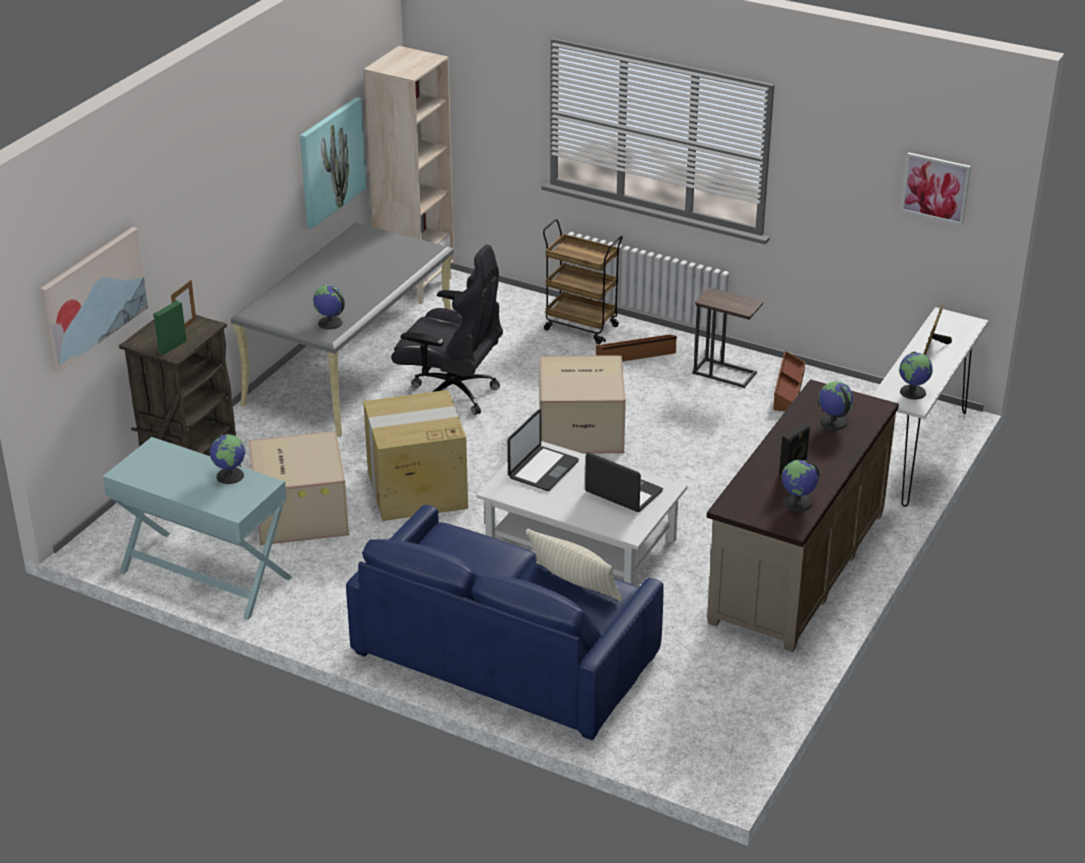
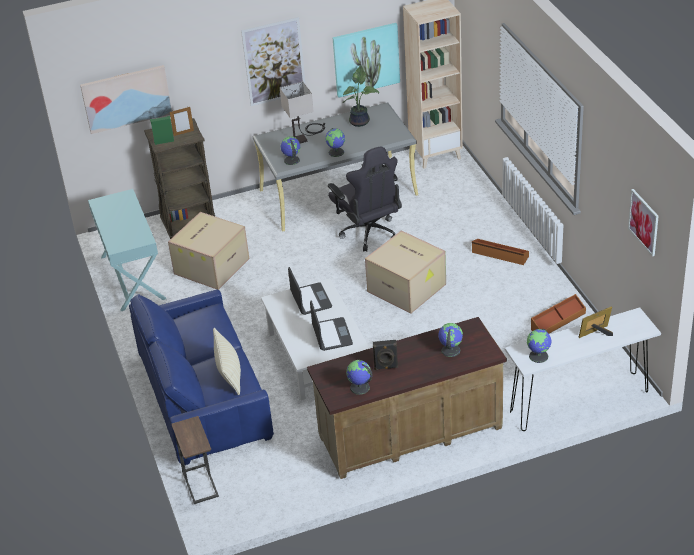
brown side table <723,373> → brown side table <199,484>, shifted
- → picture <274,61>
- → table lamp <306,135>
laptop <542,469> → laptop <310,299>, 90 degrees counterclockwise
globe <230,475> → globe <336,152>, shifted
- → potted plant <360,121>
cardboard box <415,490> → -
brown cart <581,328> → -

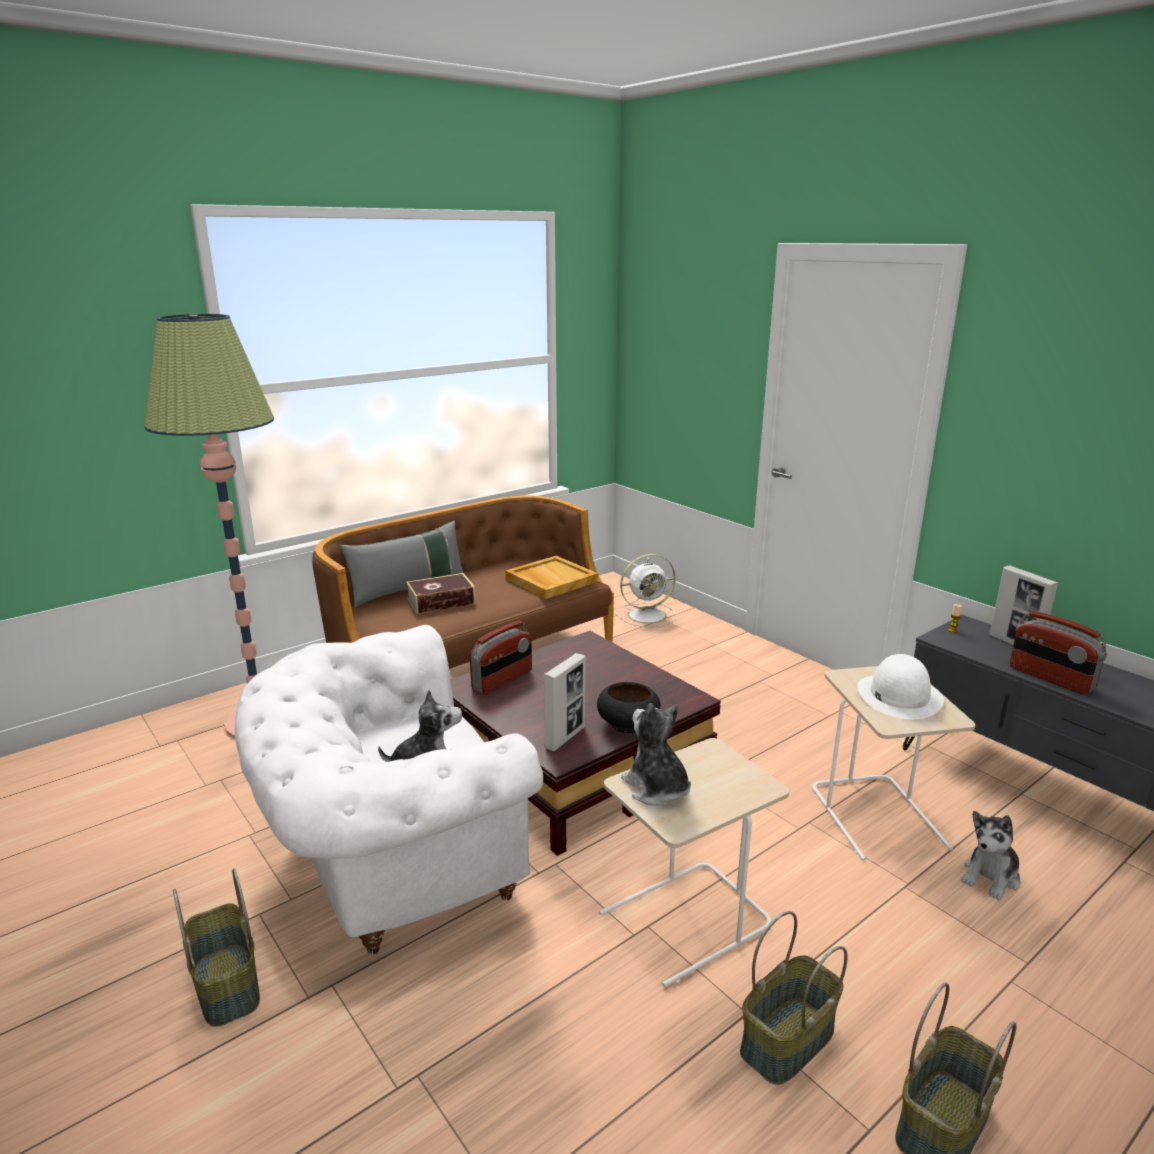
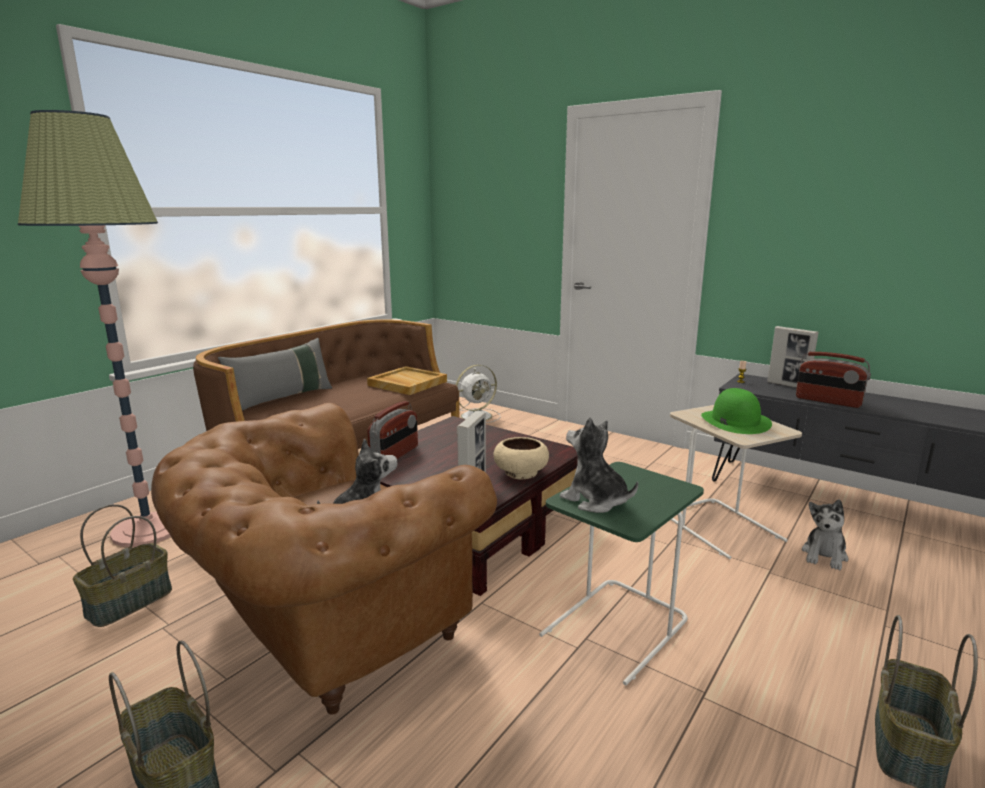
basket <788,1042> → basket <129,603>, shifted
white armchair <389,865> → brown armchair <322,630>
black bowl <627,724> → beige bowl <520,473>
beige side table <686,922> → green side table <617,629>
white hat <899,696> → green hat <735,421>
book <441,601> → -

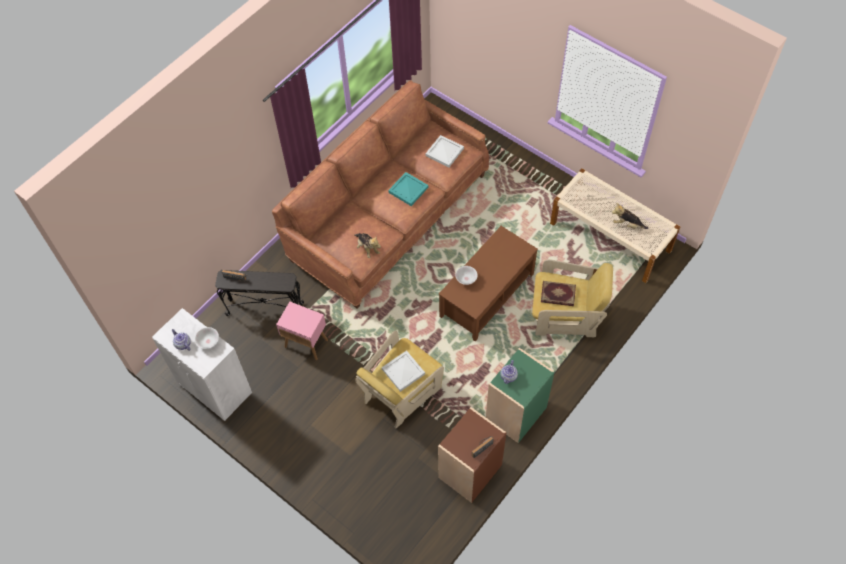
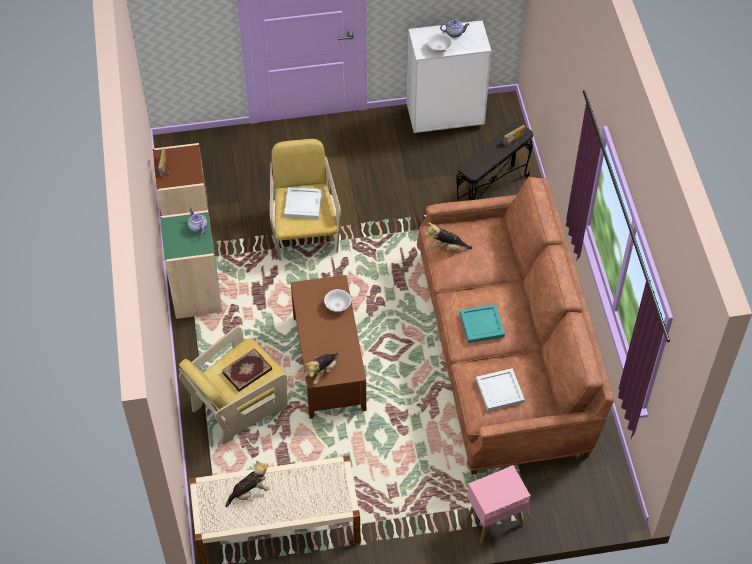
- → plush toy <322,372>
pink side table <306,343> → pink side table <494,521>, shifted

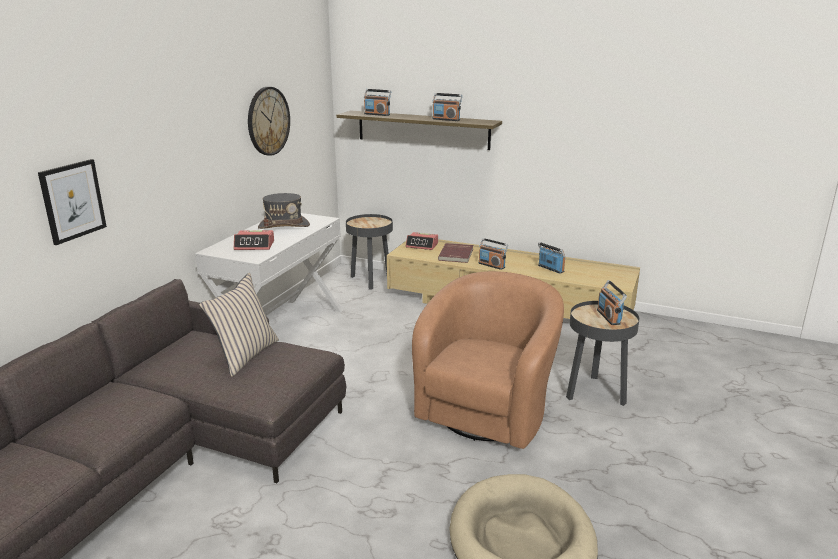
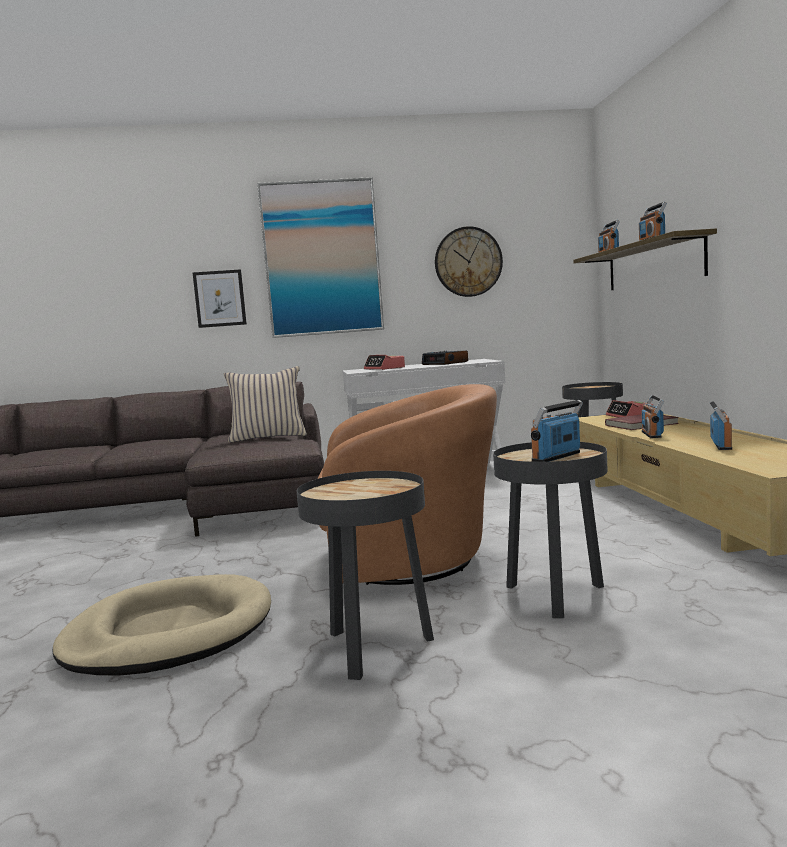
- → picture <322,258>
- → black side table <374,649>
grey hat <284,226> → alarm clock <445,363>

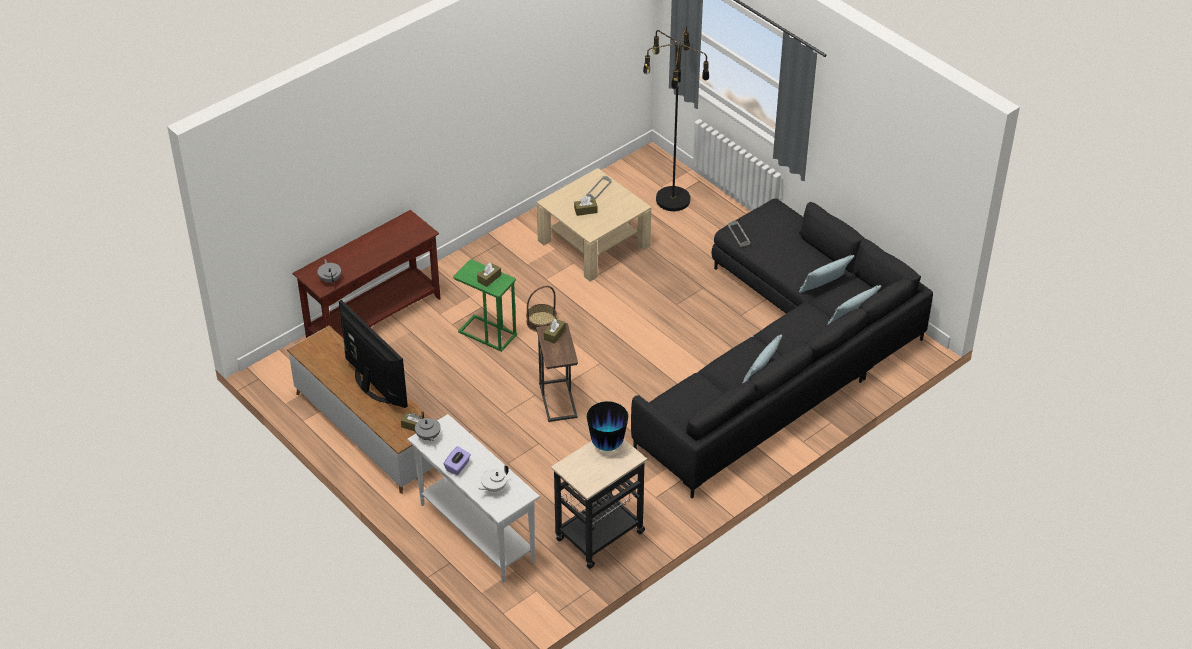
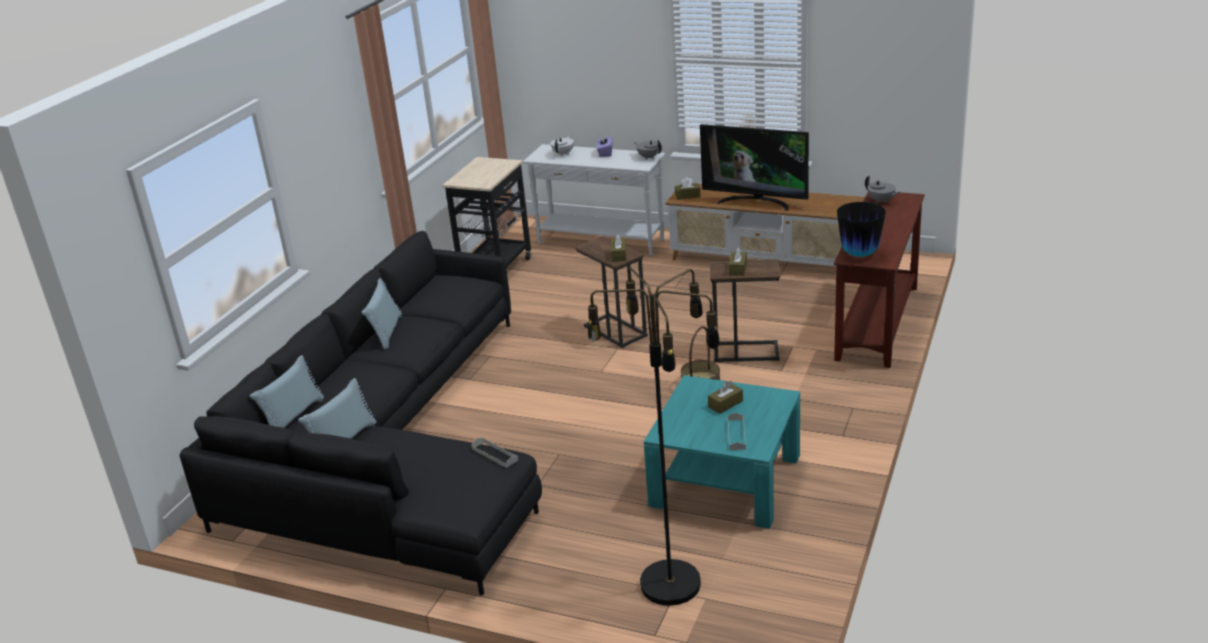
beige coffee table <594,243> → turquoise coffee table <725,480>
green side table <488,333> → brown side table <745,352>
vase <607,444> → vase <859,254>, shifted

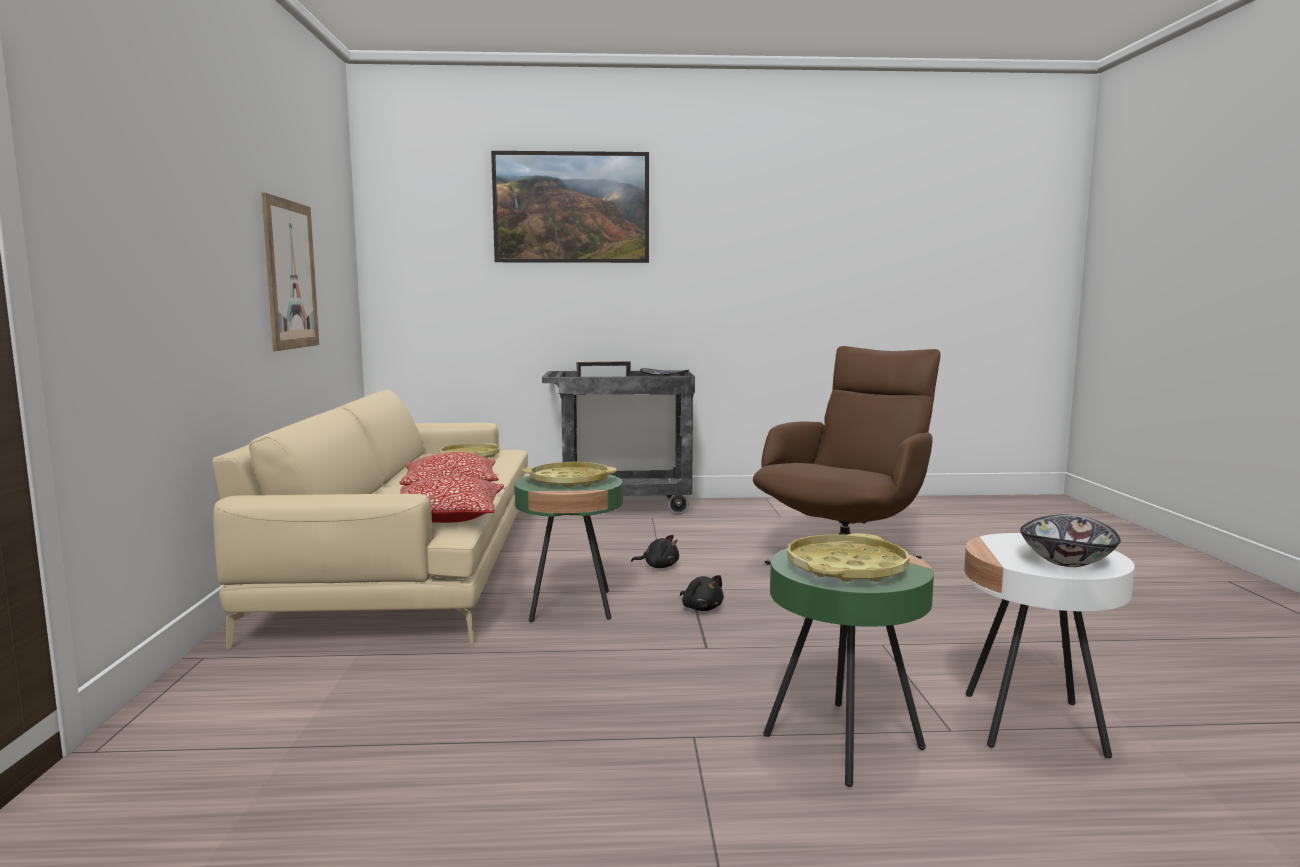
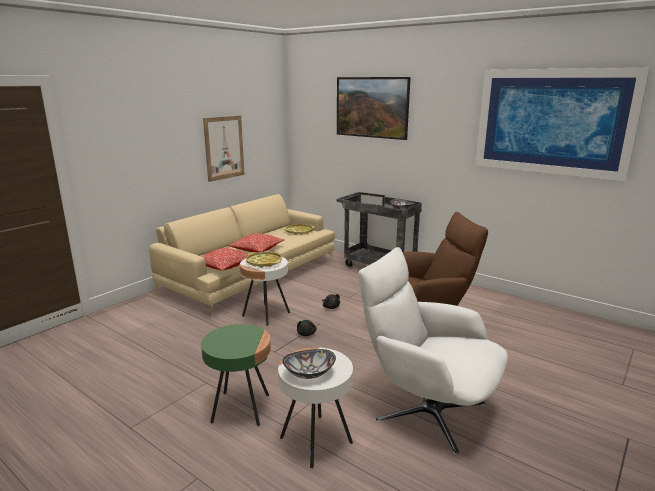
green side table <570,606> → white side table <266,314>
- → white armchair <428,410>
- → picture <553,122>
yellow tray <846,568> → -

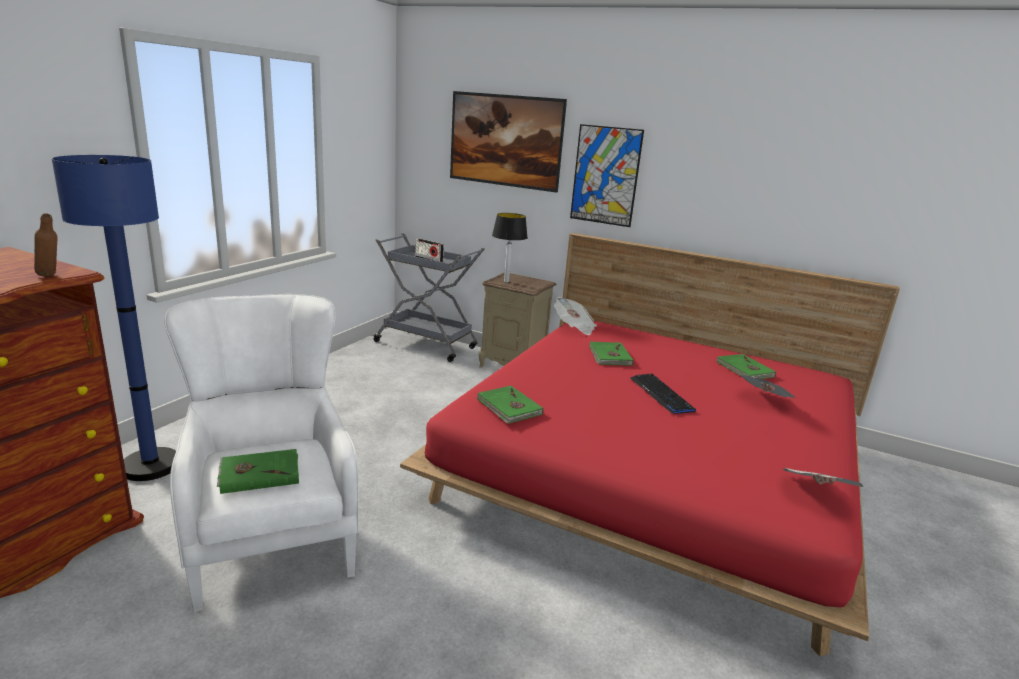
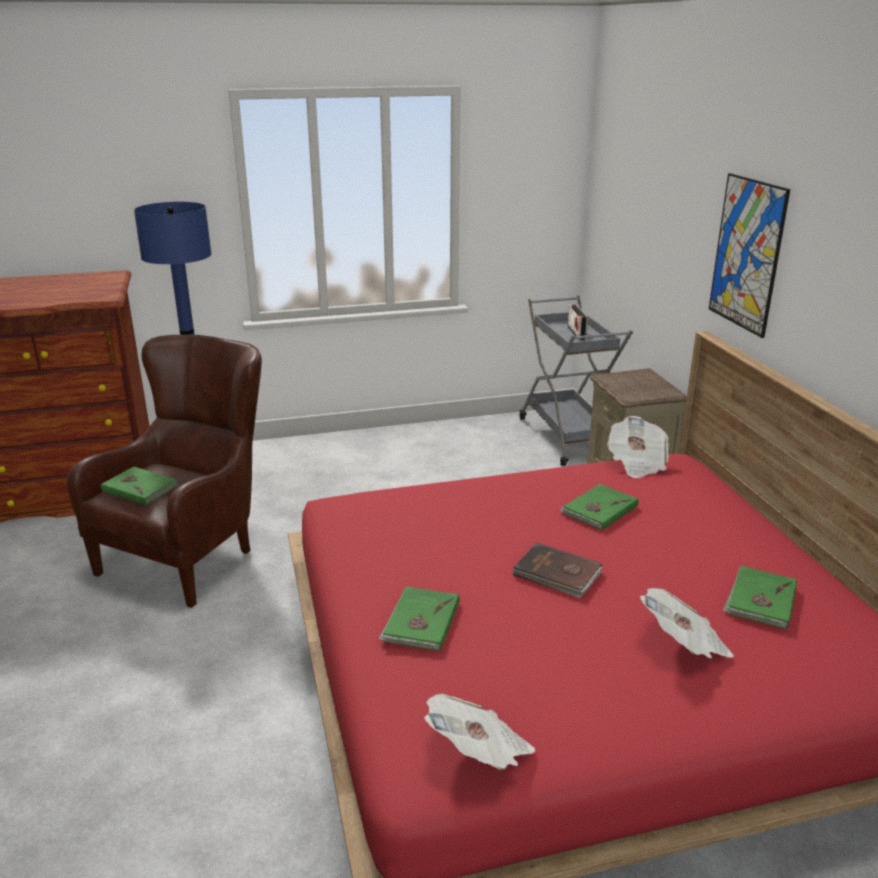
white armchair <272,536> → brown armchair <193,553>
green book <508,407> → green book <420,622>, shifted
keyboard <661,394> → brown book <557,574>
brown bottle <51,277> → -
picture <503,163> → -
table lamp <506,282> → -

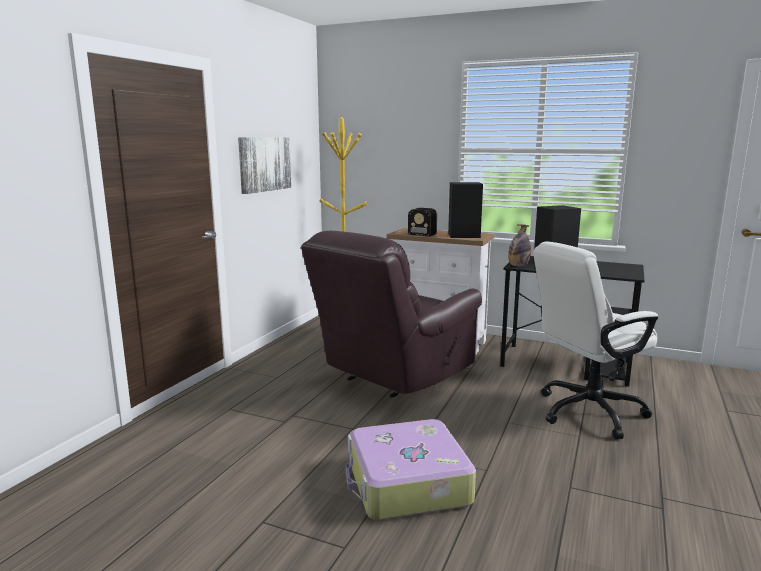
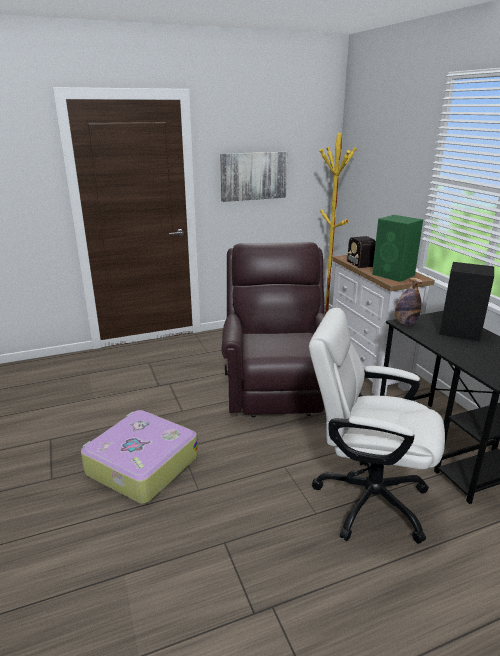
brown armchair <393,376> → brown armchair <277,385>, 90 degrees clockwise
black speaker <465,235> → green speaker <394,275>

